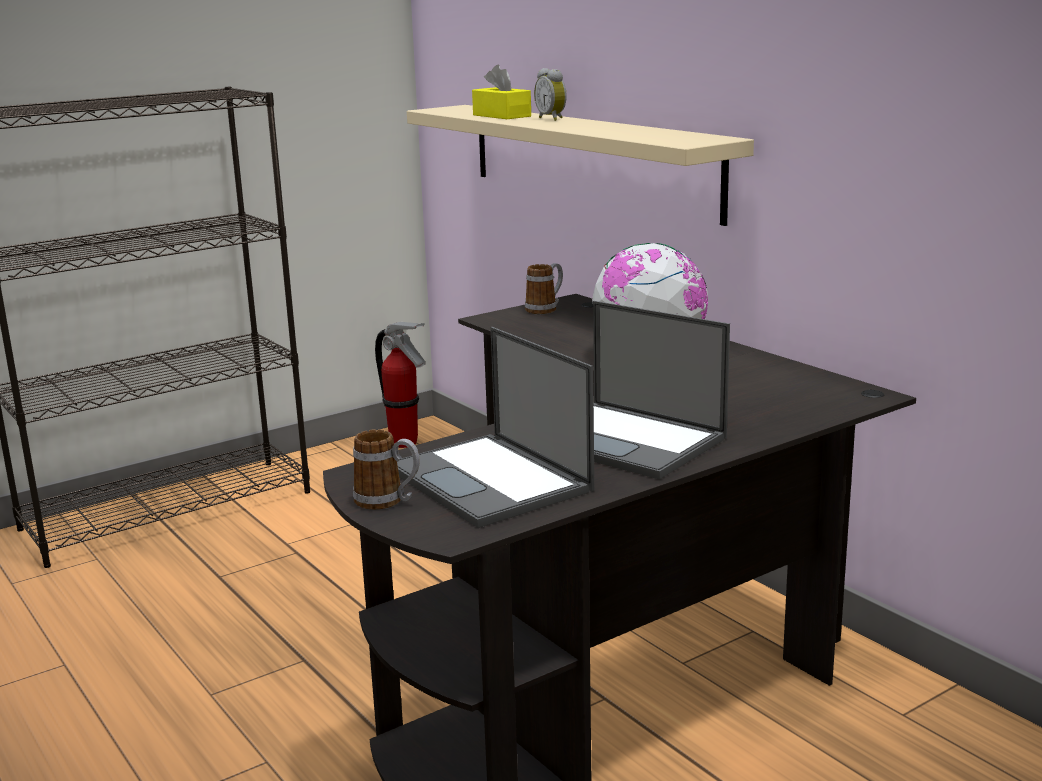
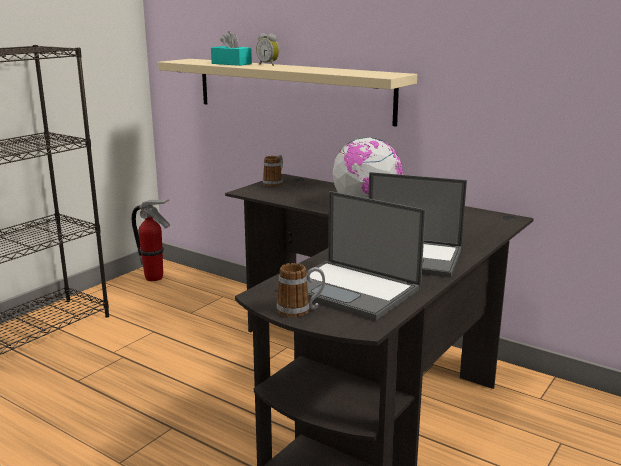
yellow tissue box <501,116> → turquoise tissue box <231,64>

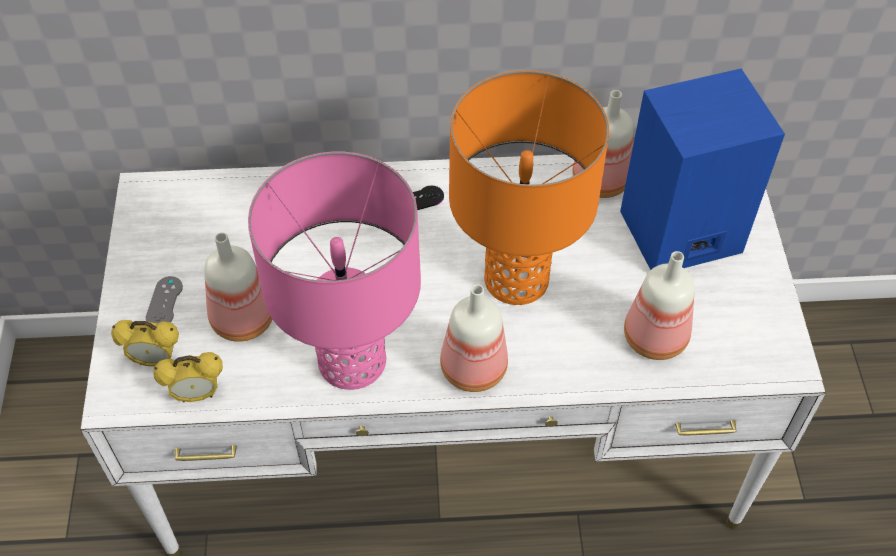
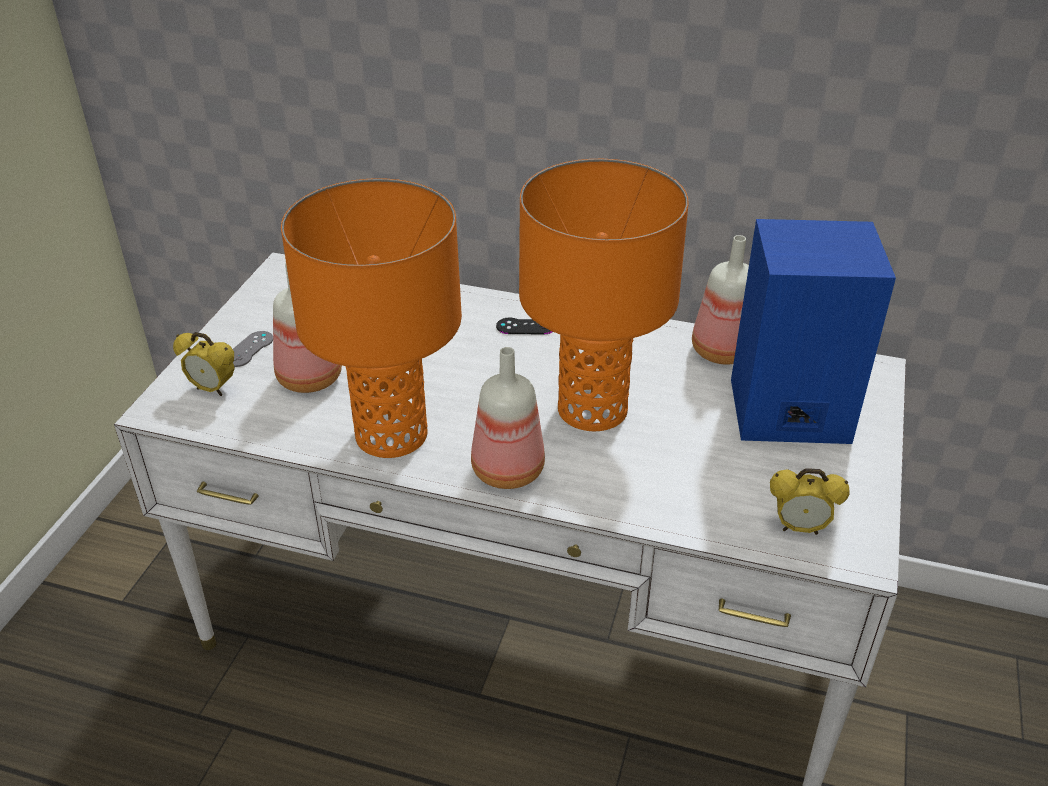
pink table lamp <350,361> → orange table lamp <389,434>
alarm clock <197,394> → alarm clock <799,528>, shifted
bottle <656,339> → -

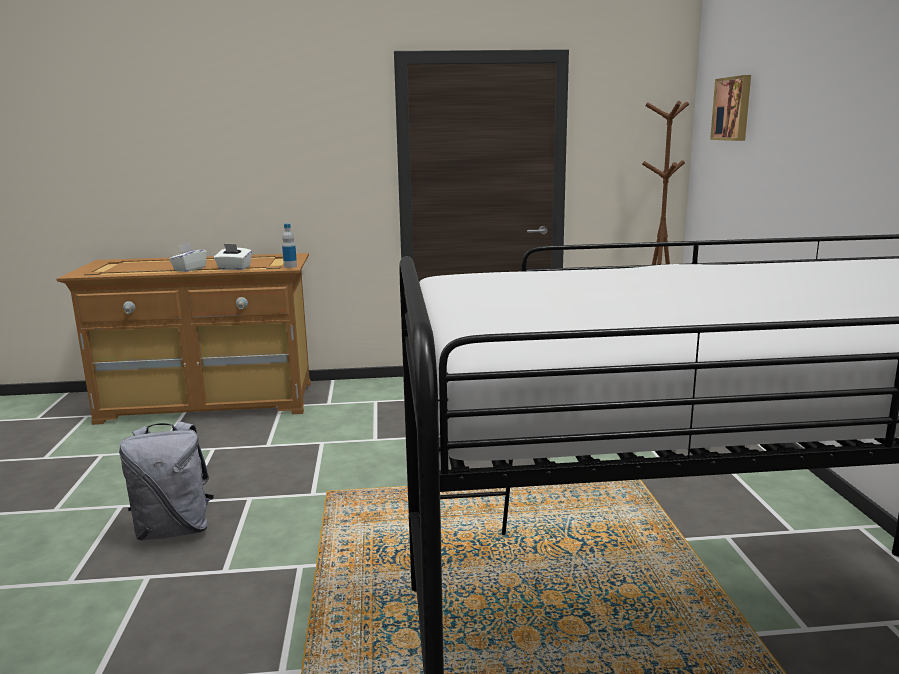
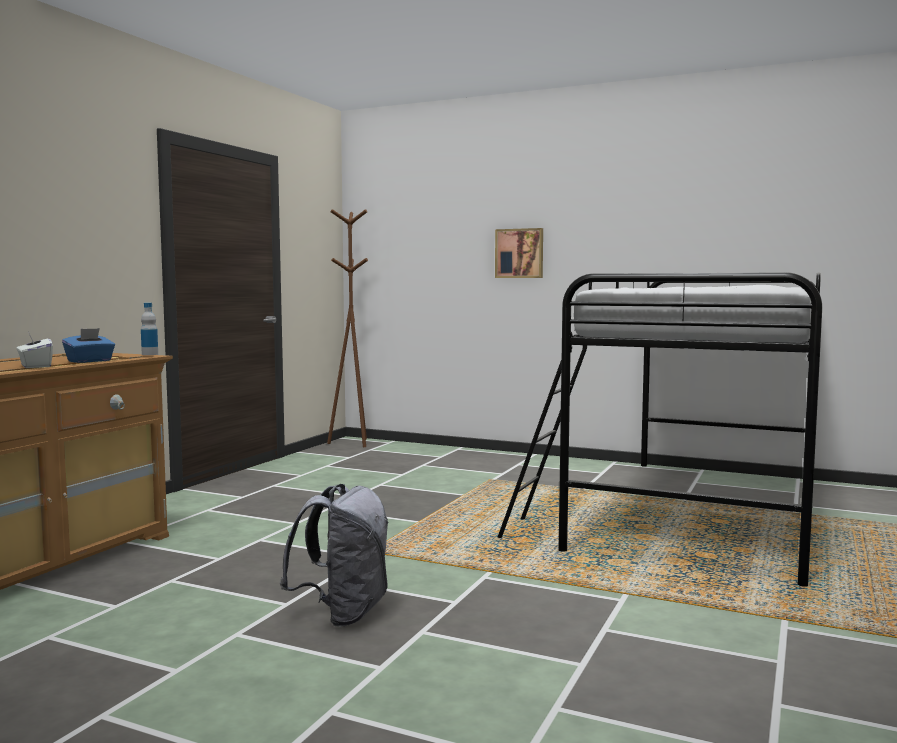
white tissue box <234,268> → blue tissue box <90,361>
picture <733,108> → picture <519,253>, shifted

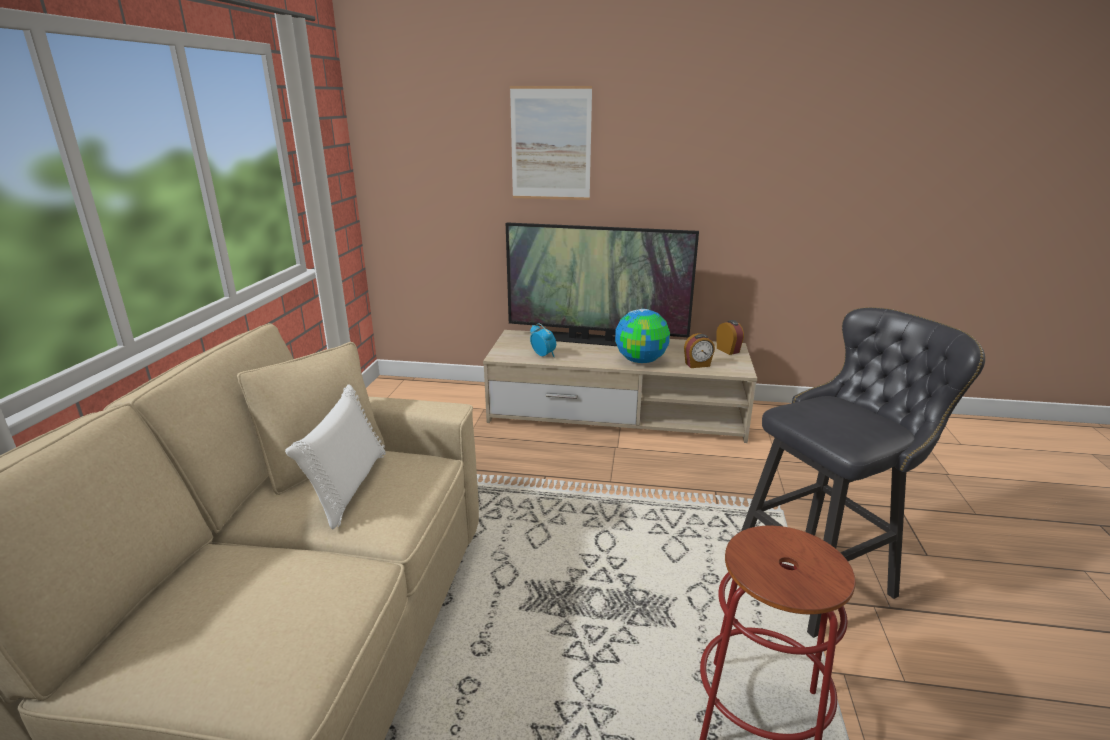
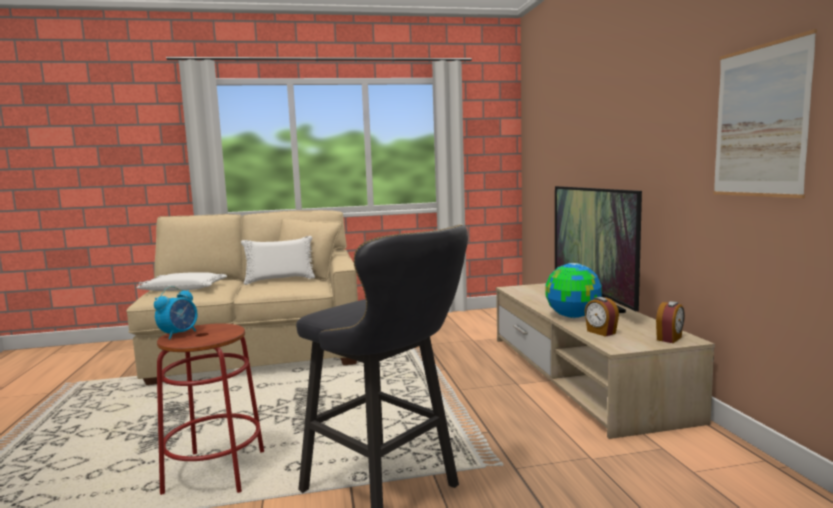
- → white pillow <184,287>
alarm clock <543,355> → alarm clock <179,334>, shifted
picture <551,144> → picture <760,121>, shifted

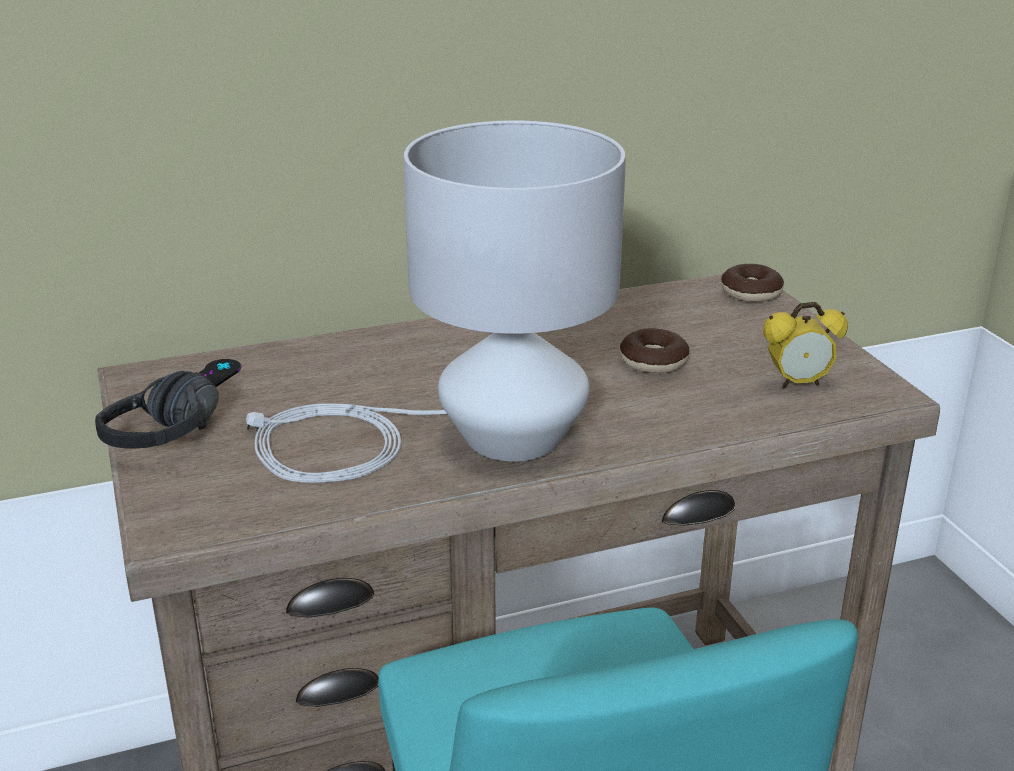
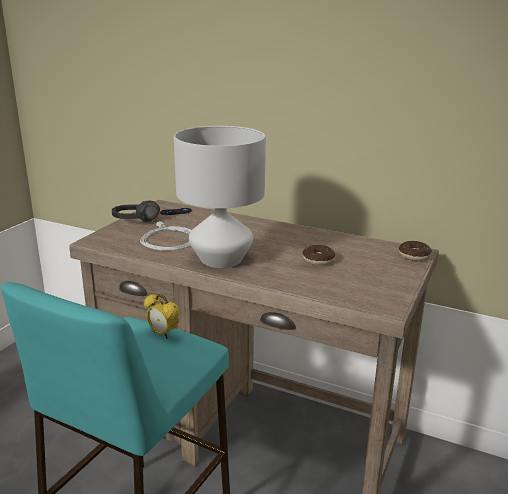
alarm clock <798,383> → alarm clock <163,334>, shifted

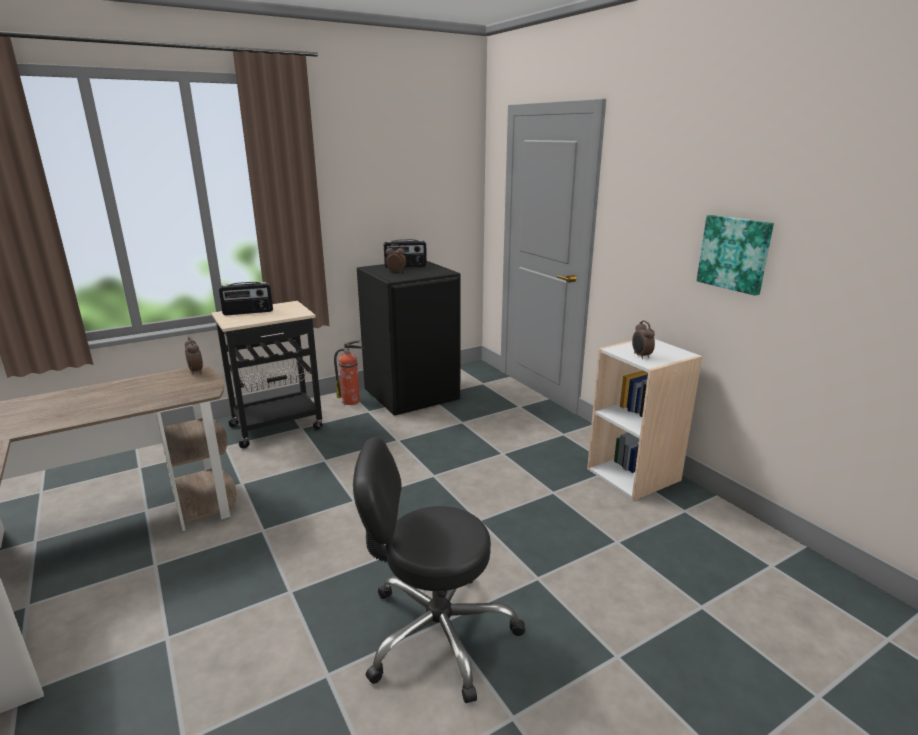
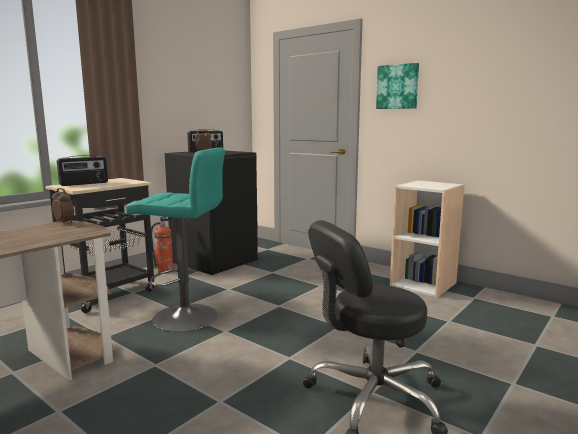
- → turquoise stool <185,317>
picture <735,253> → picture <397,87>, shifted
alarm clock <641,356> → -

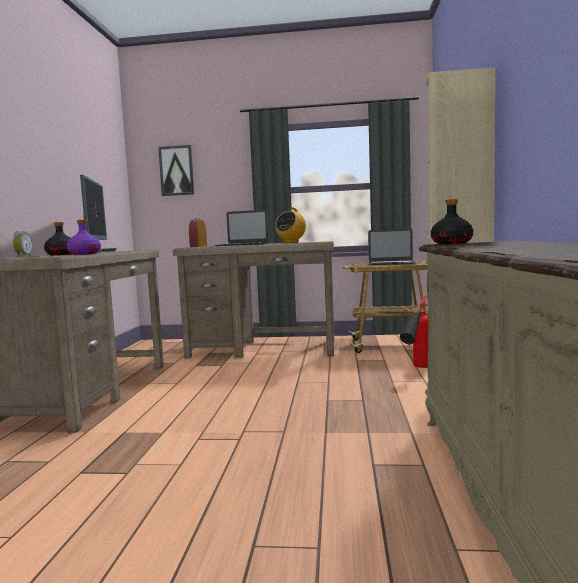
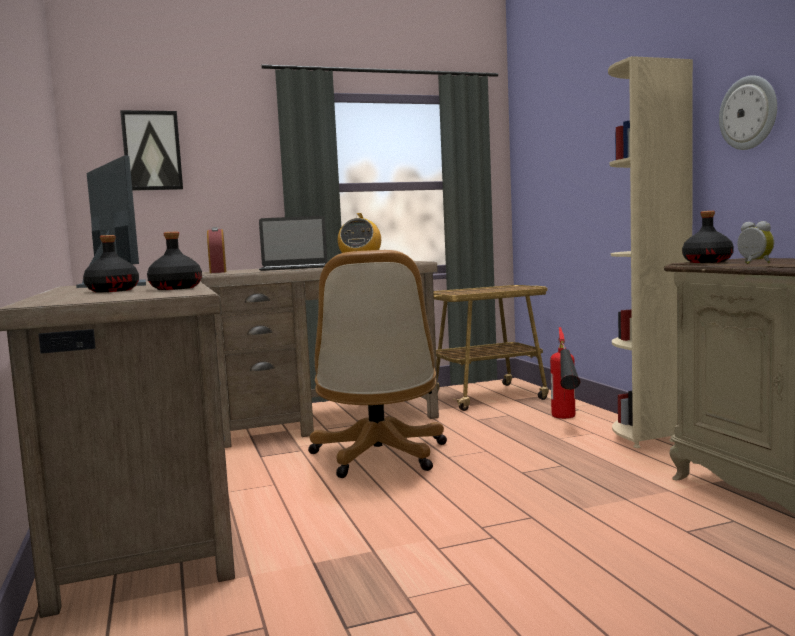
purple bottle <84,254> → black bottle <175,288>
- → office chair <380,458>
- → wall clock <749,113>
alarm clock <22,257> → alarm clock <753,263>, shifted
laptop <391,263> → -

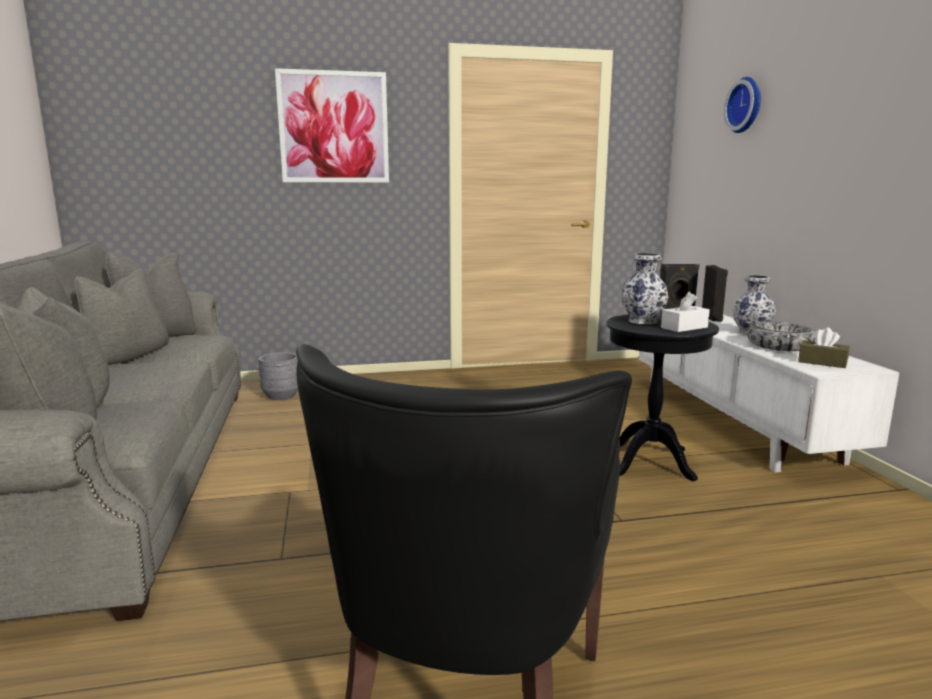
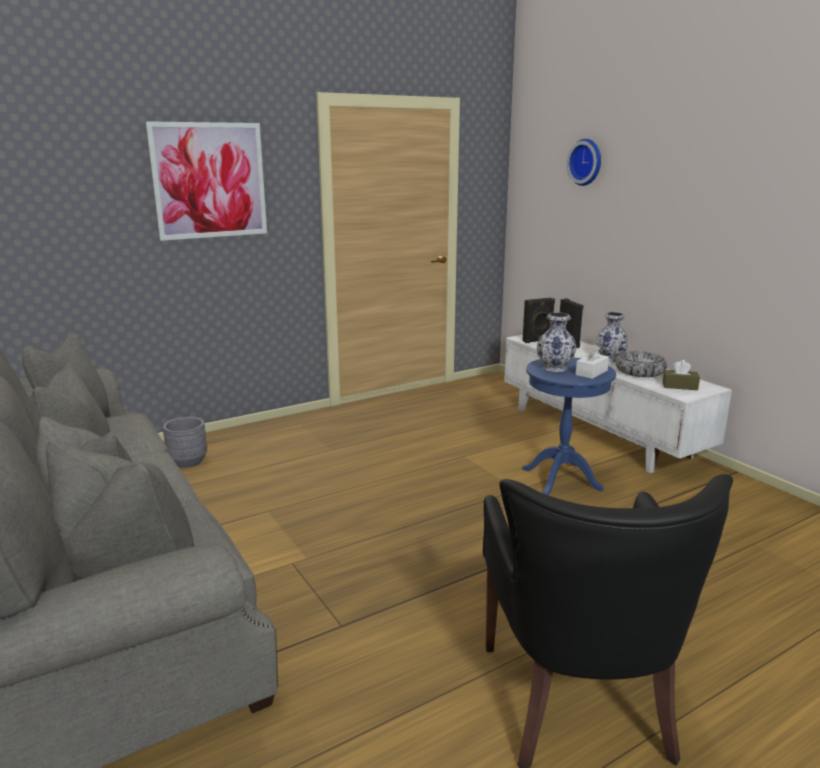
black side table <650,462> → blue side table <561,479>

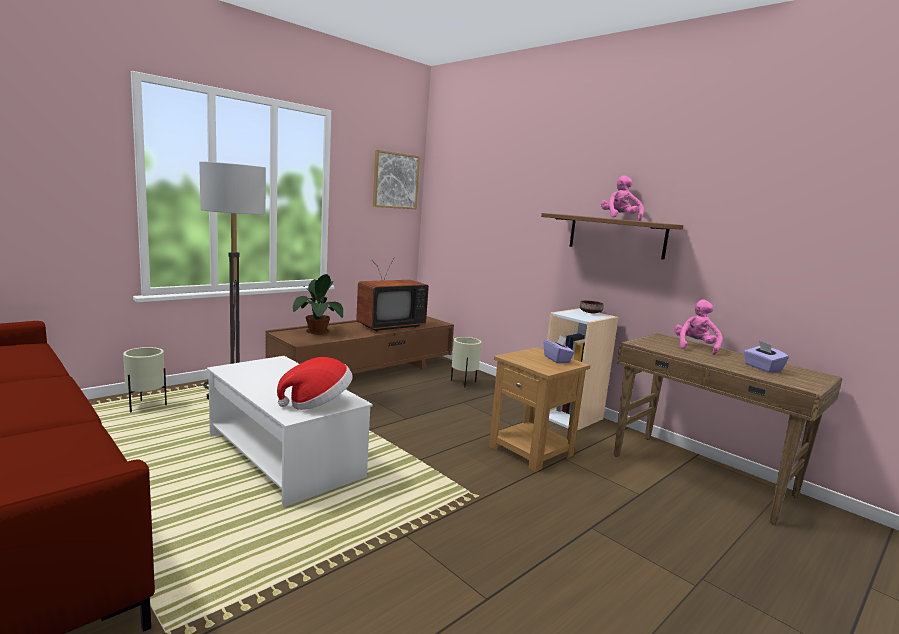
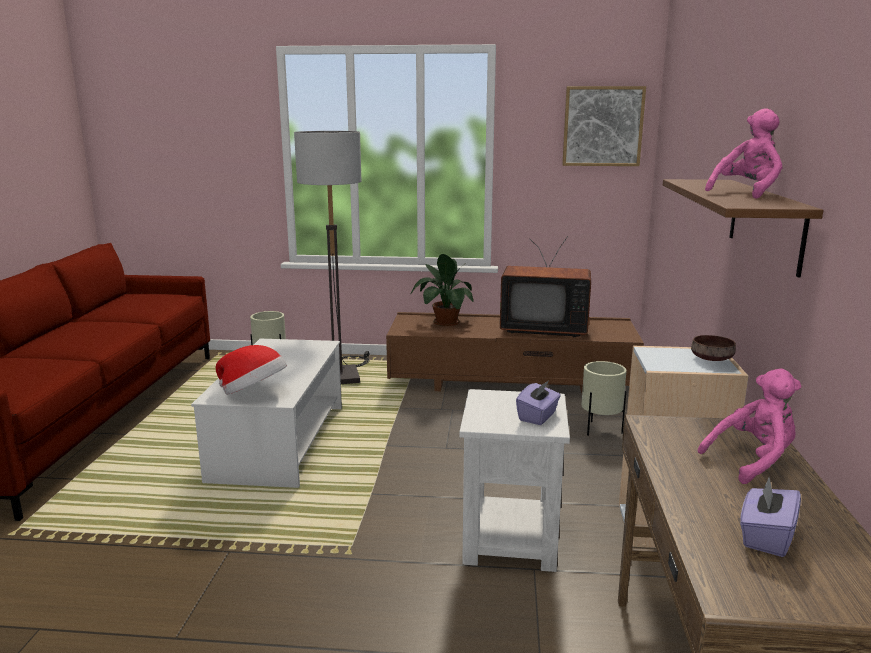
brown side table <531,451> → white side table <510,541>

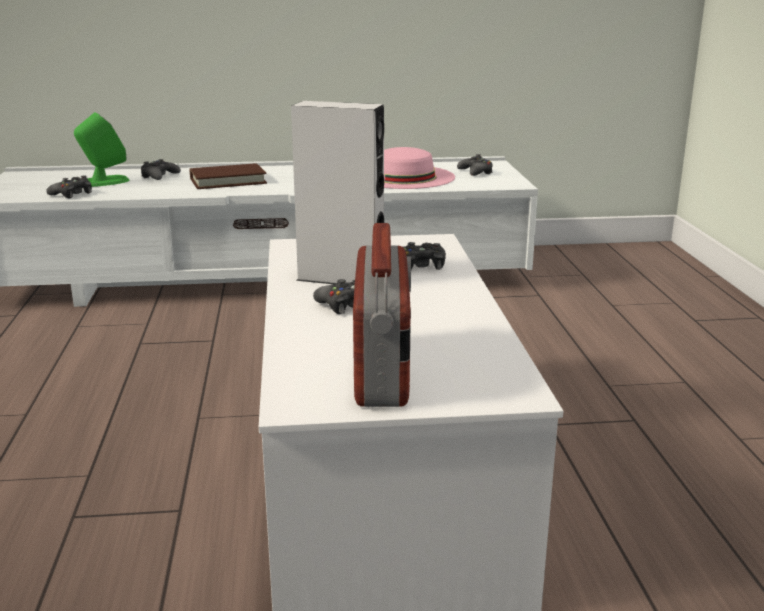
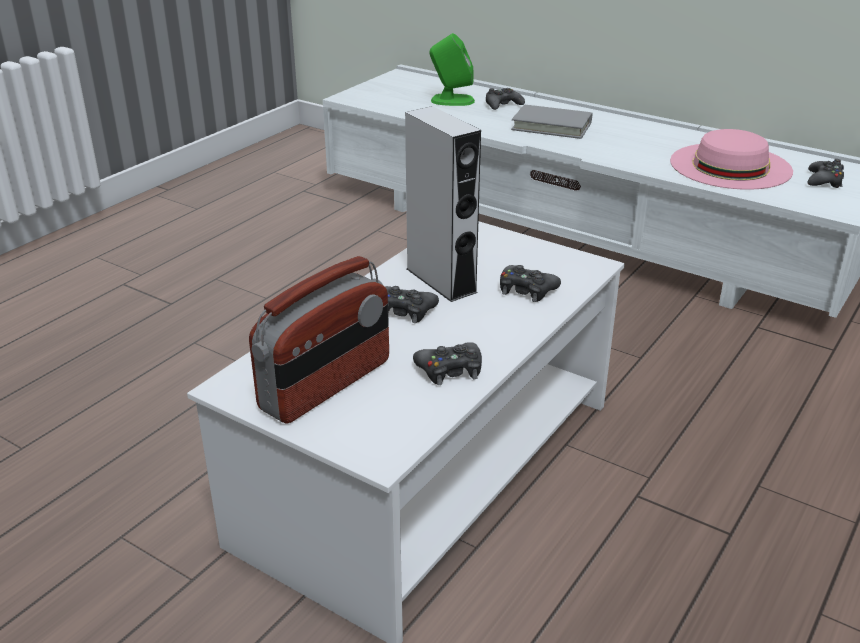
black game controller <72,194> → black game controller <450,370>, shifted
brown book <228,181> → grey book <551,126>

